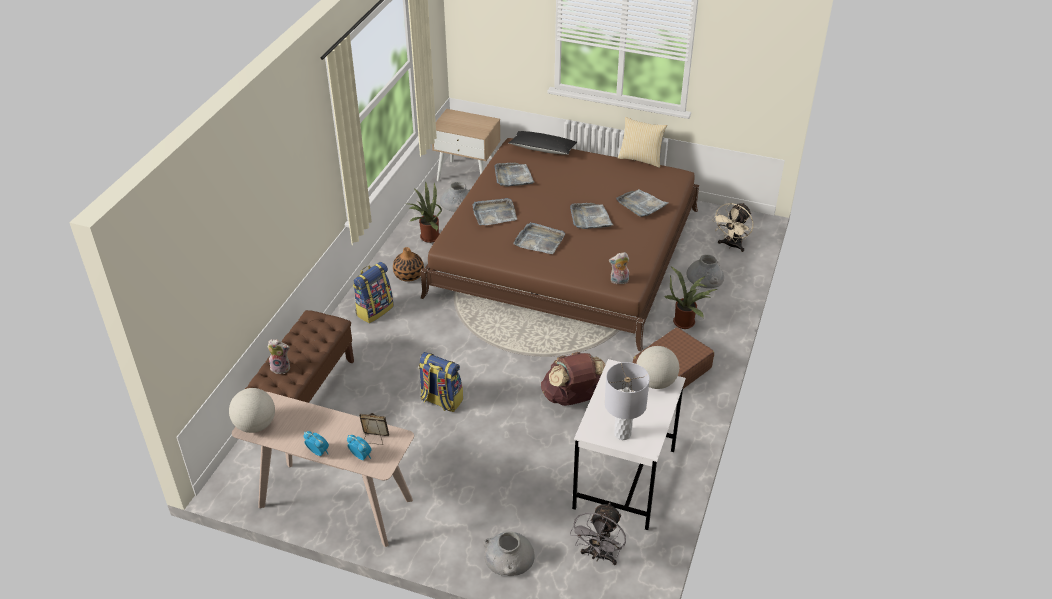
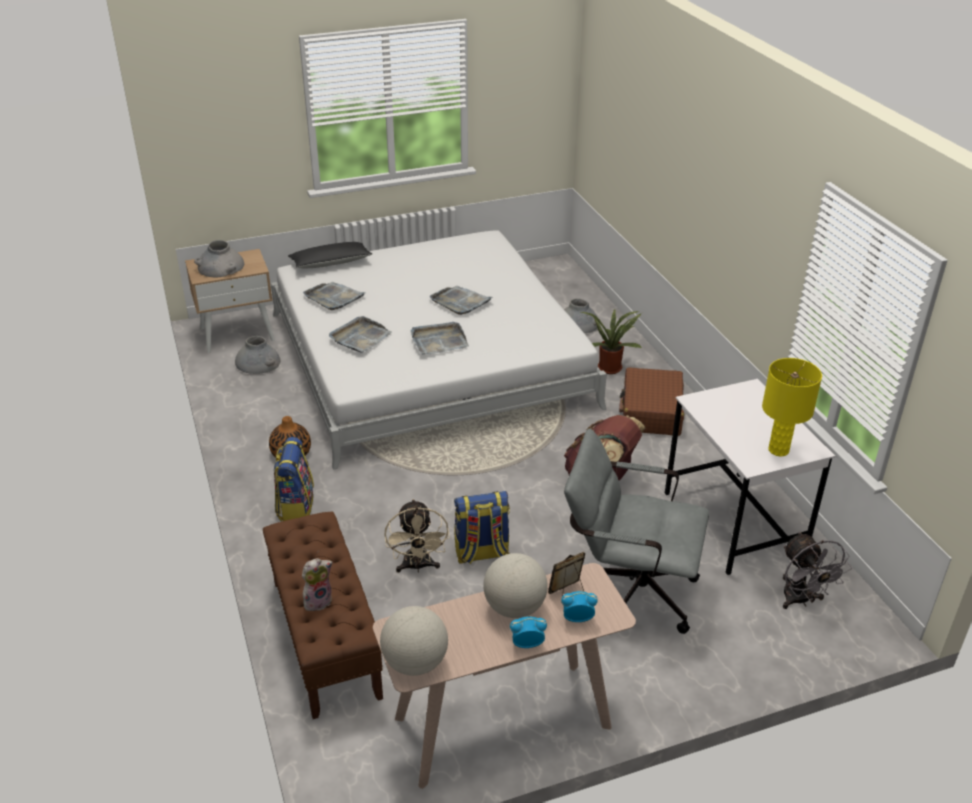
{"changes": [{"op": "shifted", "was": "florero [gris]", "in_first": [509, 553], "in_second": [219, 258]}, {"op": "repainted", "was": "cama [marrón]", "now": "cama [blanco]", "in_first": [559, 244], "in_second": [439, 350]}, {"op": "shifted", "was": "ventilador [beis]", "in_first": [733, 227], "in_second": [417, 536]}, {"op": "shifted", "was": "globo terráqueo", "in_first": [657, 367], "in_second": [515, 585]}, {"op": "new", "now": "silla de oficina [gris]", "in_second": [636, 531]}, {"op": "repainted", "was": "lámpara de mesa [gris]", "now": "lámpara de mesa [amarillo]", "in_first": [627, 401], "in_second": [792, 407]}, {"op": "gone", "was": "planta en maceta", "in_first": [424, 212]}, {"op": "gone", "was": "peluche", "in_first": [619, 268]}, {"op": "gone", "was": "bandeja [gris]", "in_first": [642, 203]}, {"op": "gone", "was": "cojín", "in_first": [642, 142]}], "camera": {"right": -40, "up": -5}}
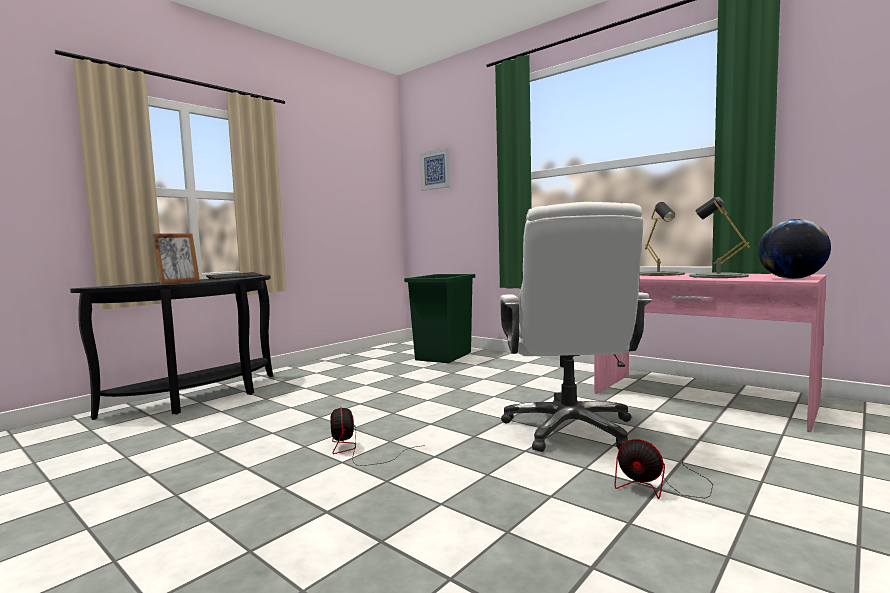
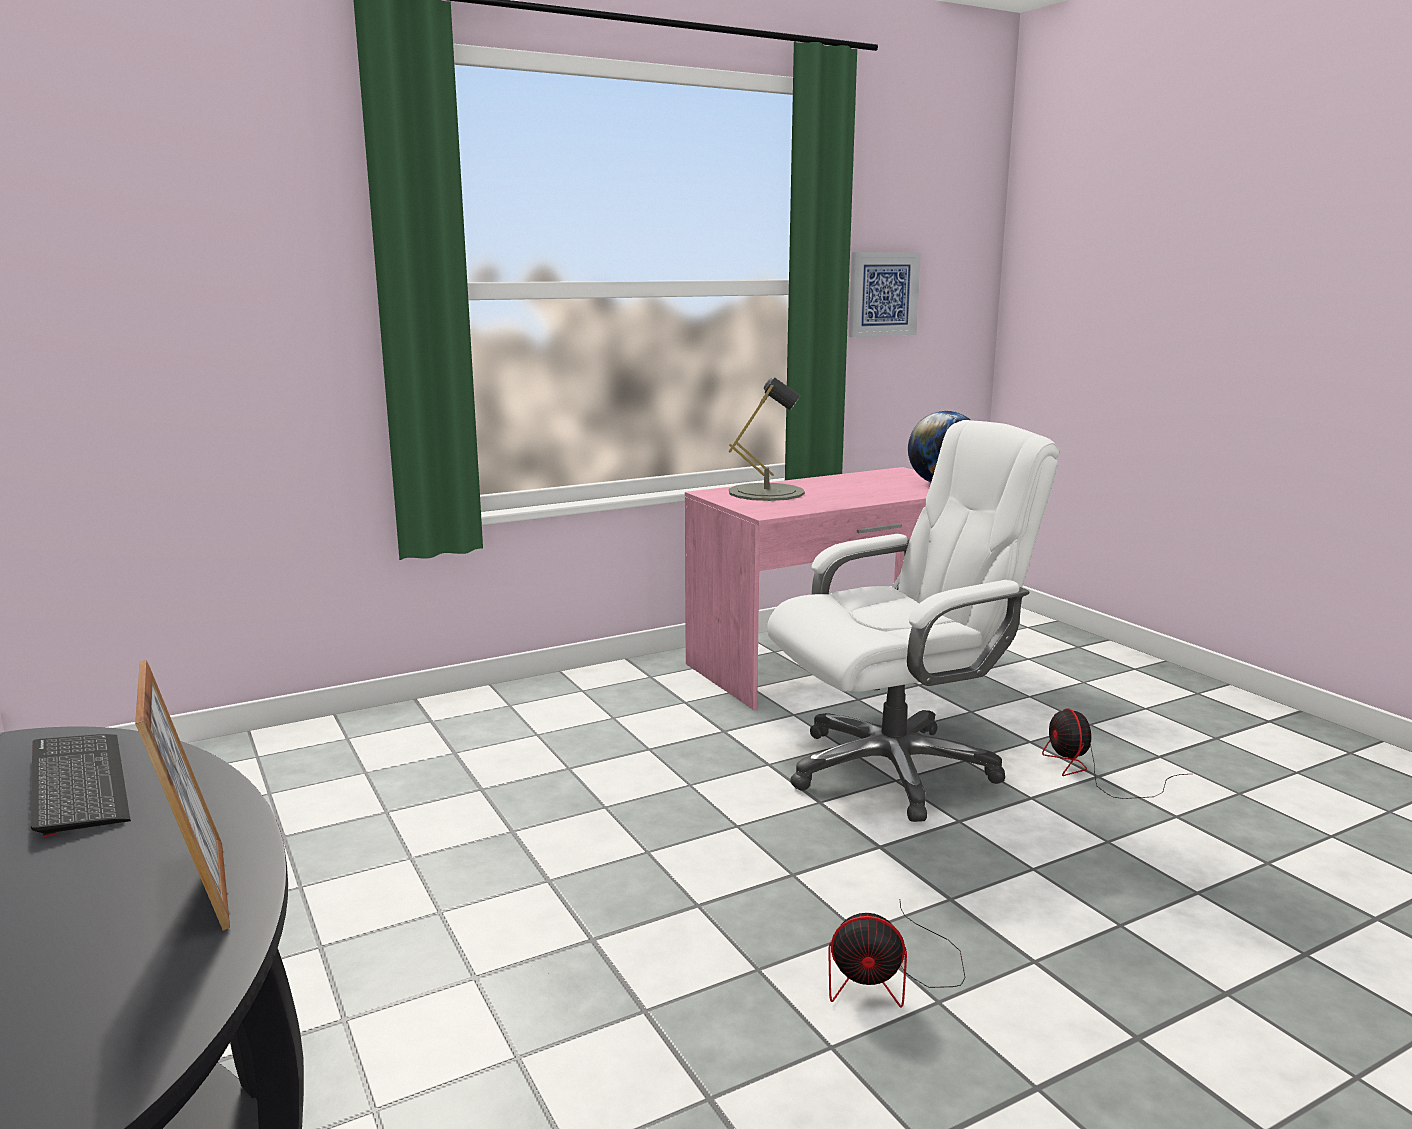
{"changes": [{"op": "rotated", "was": "silla de oficina [blanco]", "in_first": [576, 327], "in_second": [913, 621], "clockwise": -45}, {"op": "shifted", "was": "cuadro", "in_first": [435, 169], "in_second": [885, 294]}, {"op": "rotated", "was": "ventilador", "in_first": [664, 469], "in_second": [1114, 754], "clockwise": 120}, {"op": "gone", "was": "papelera [verde]", "in_first": [439, 318]}, {"op": "gone", "was": "lámpara de mesa [gris]", "in_first": [719, 237]}], "camera": {"right": -70, "up": 10}}
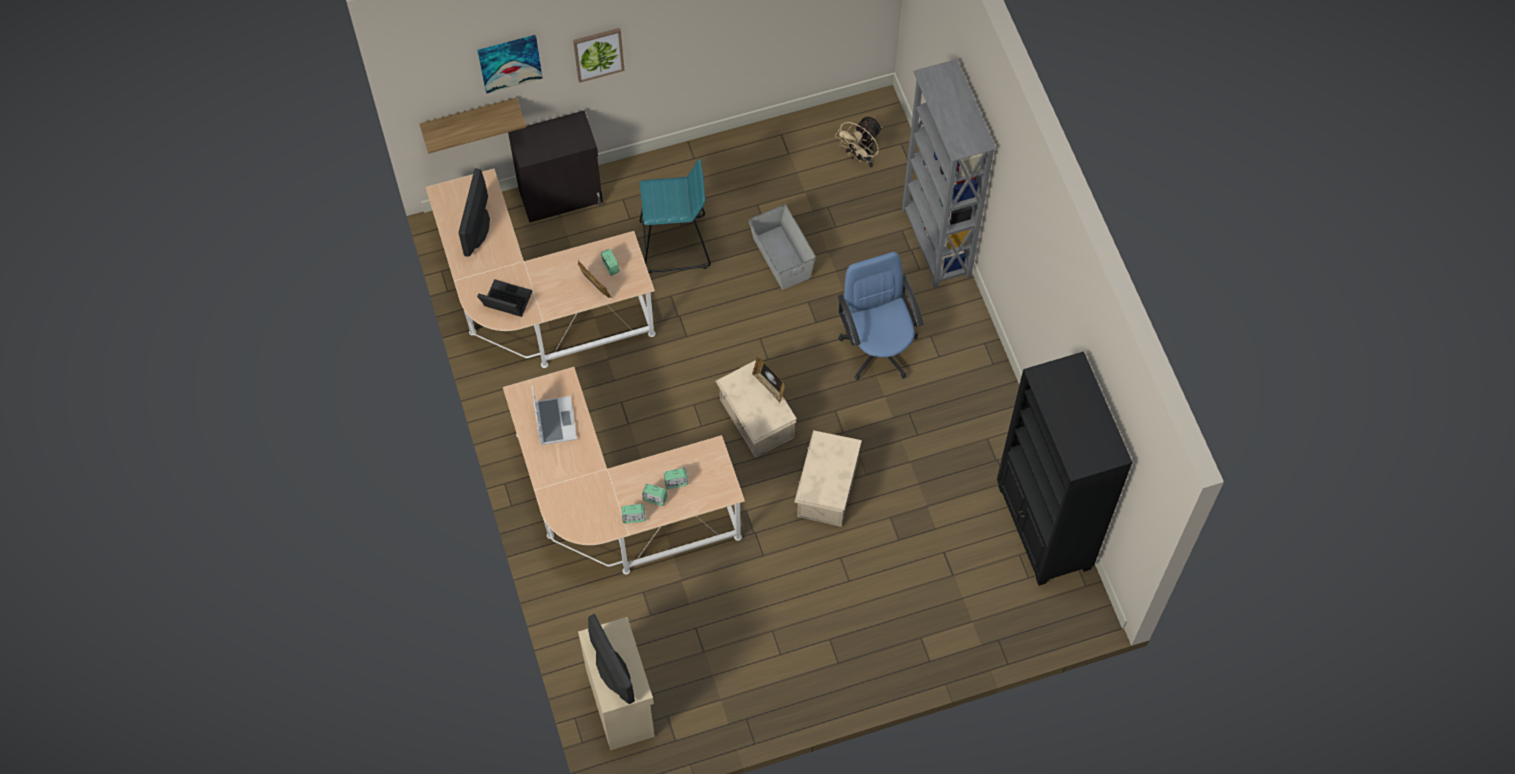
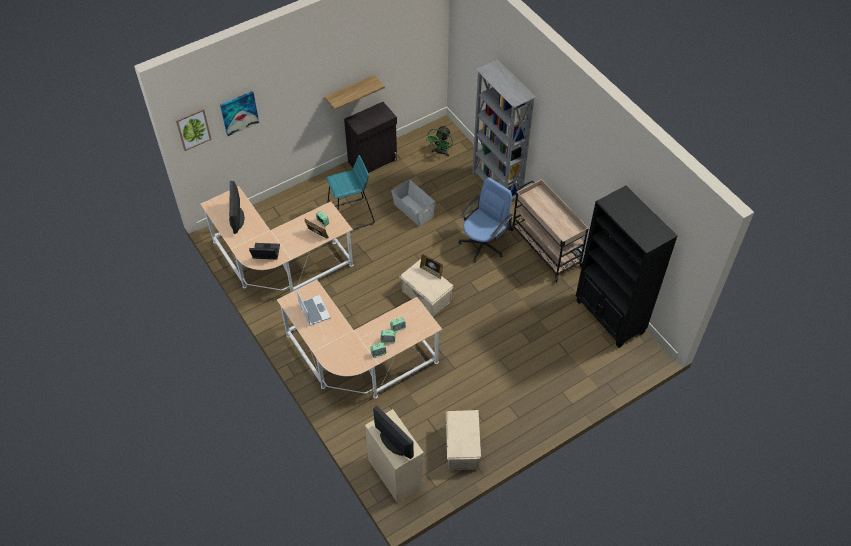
{"changes": [{"op": "shifted", "was": "cuadro", "in_first": [599, 55], "in_second": [194, 129]}, {"op": "shifted", "was": "estante", "in_first": [473, 126], "in_second": [354, 92]}, {"op": "shifted", "was": "armario [negro]", "in_first": [555, 167], "in_second": [370, 137]}, {"op": "repainted", "was": "ventilador [beis]", "now": "ventilador [verde]", "in_first": [858, 141], "in_second": [440, 141]}, {"op": "shifted", "was": "caja de almacenaje [beis]", "in_first": [828, 478], "in_second": [463, 440]}, {"op": "rotated", "was": "silla de oficina [azul]", "in_first": [880, 316], "in_second": [485, 220], "clockwise": 75}, {"op": "new", "now": "carrito [beis]", "in_second": [549, 230]}], "camera": {"right": -15, "up": -10}}
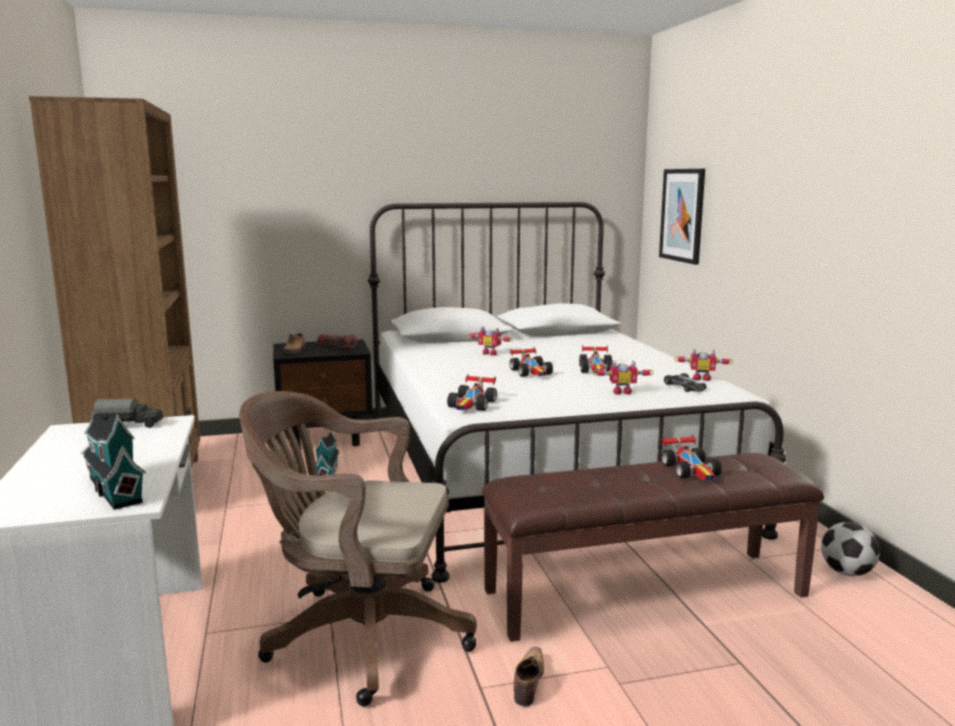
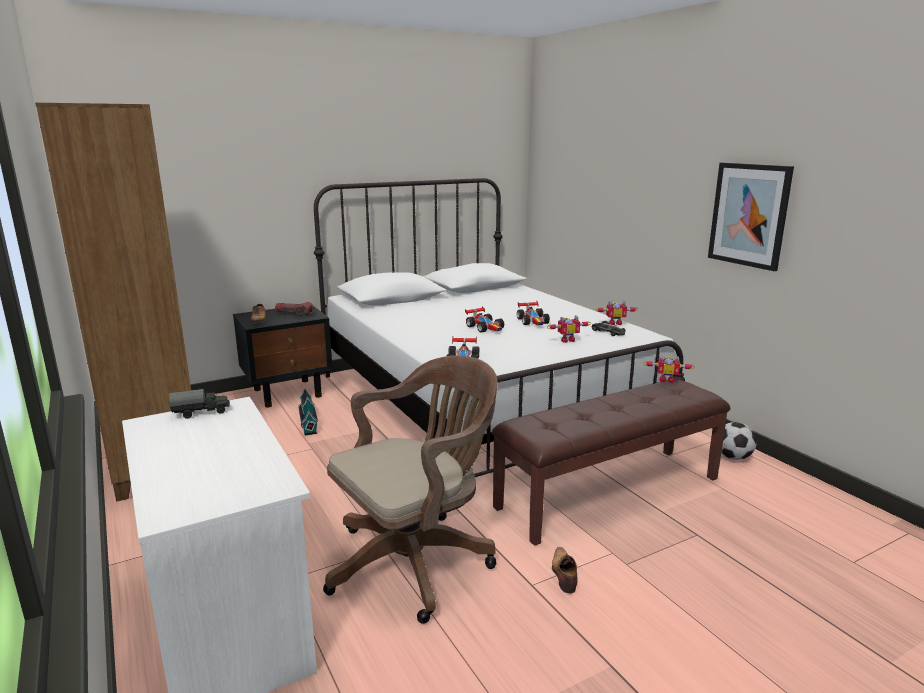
{"changes": [{"op": "rotated", "was": "silla de oficina [marrón]", "in_first": [358, 548], "in_second": [410, 490], "clockwise": 150}, {"op": "shifted", "was": "robot de juguete", "in_first": [490, 341], "in_second": [669, 369]}, {"op": "shifted", "was": "cuadro", "in_first": [682, 217], "in_second": [751, 216]}, {"op": "gone", "was": "casita", "in_first": [113, 461]}, {"op": "gone", "was": "coche de juguete", "in_first": [691, 457]}], "camera": {"right": -15, "up": 5}}
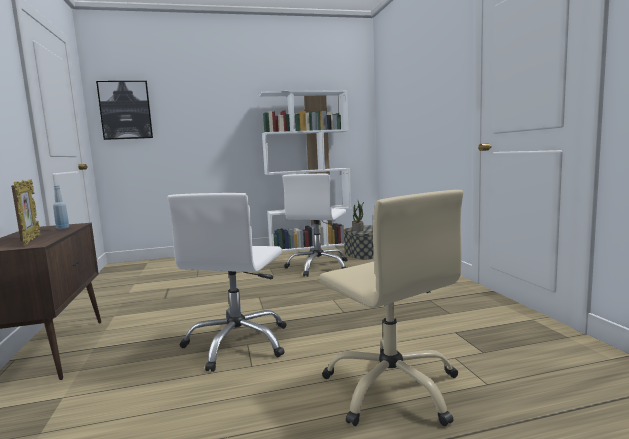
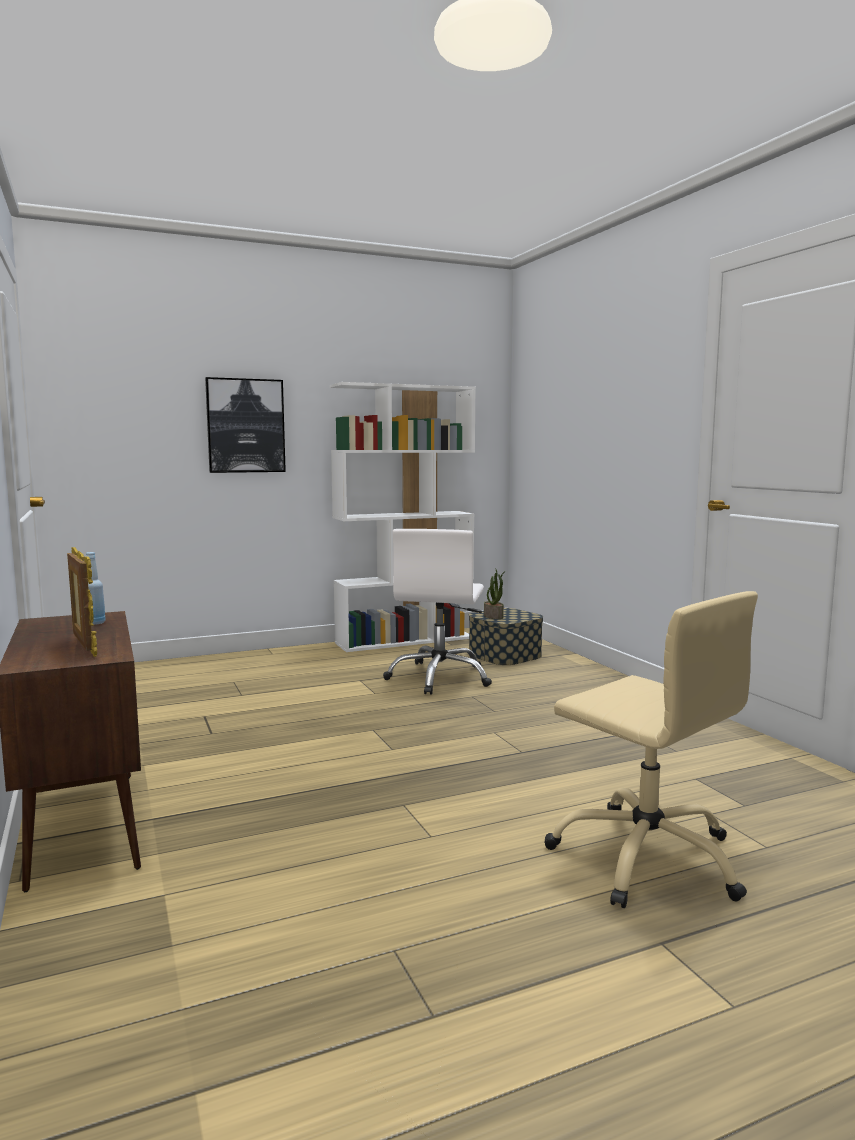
{"changes": [{"op": "shifted", "was": "cuadro", "in_first": [124, 110], "in_second": [245, 425]}, {"op": "gone", "was": "silla de oficina [blanco]", "in_first": [227, 282]}], "camera": {"right": -10, "up": 0}}
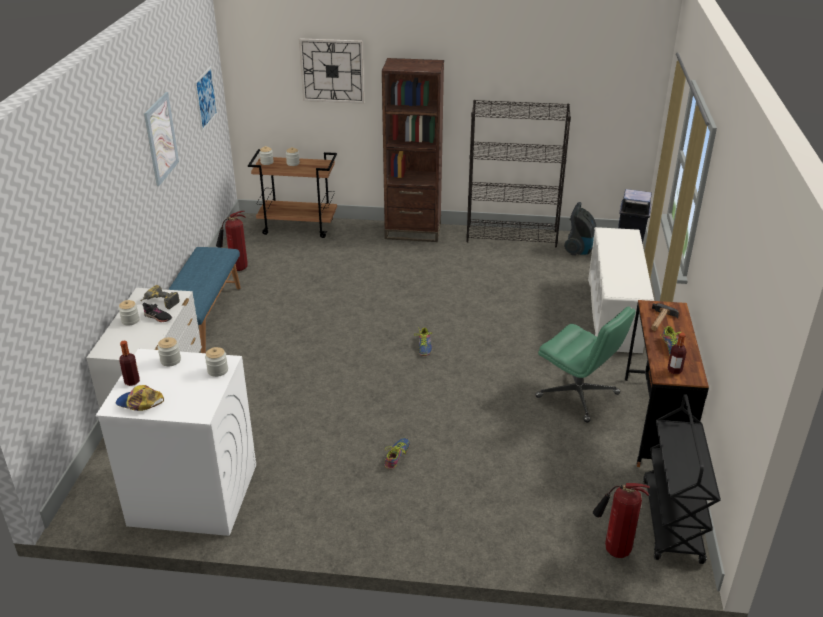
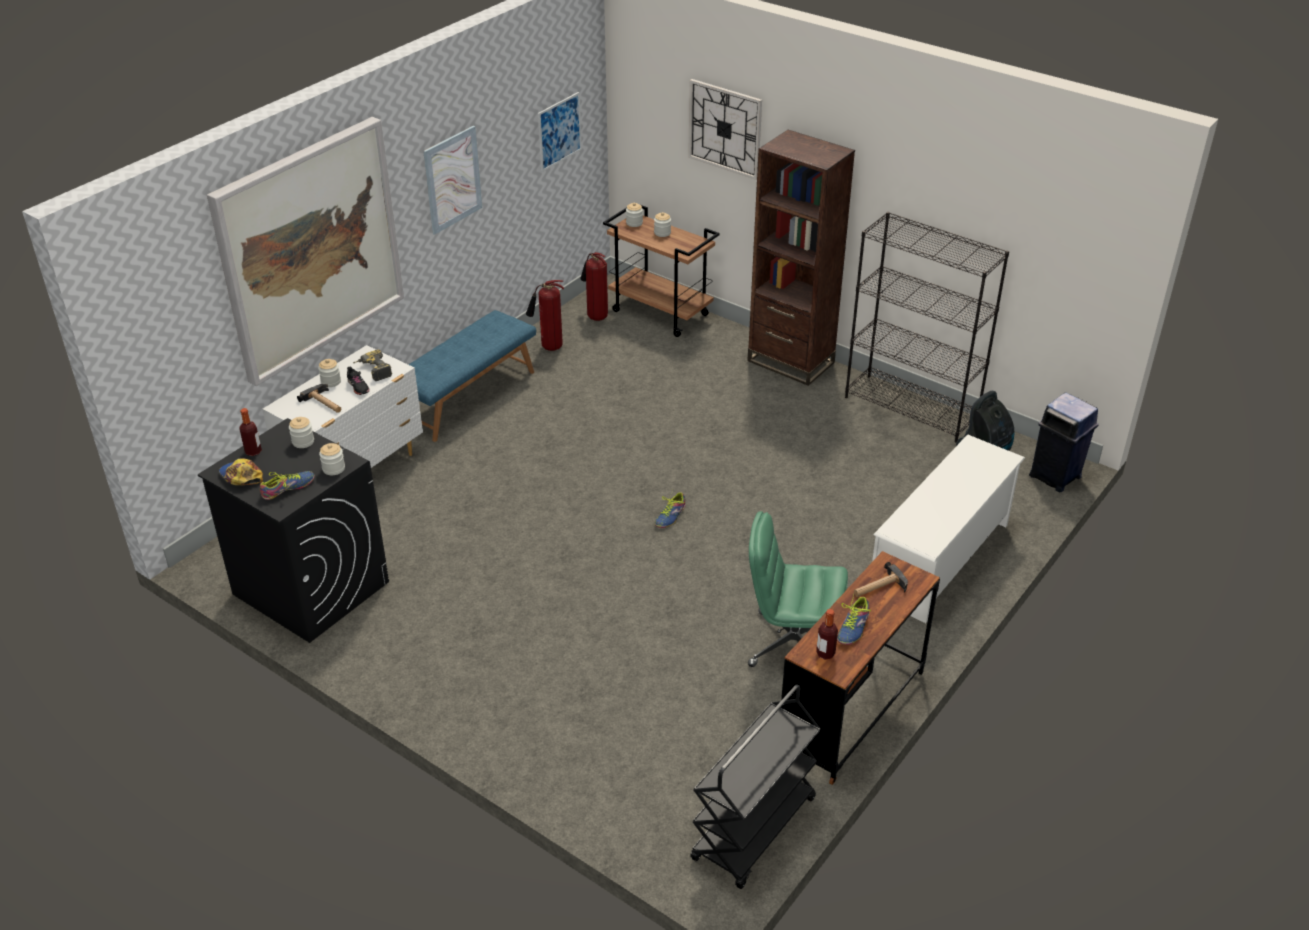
{"changes": [{"op": "repainted", "was": "lavadora [blanco]", "now": "lavadora [negro]", "in_first": [176, 442], "in_second": [293, 530]}, {"op": "new", "now": "cuadro", "in_second": [305, 251]}, {"op": "shifted", "was": "zapato", "in_first": [397, 453], "in_second": [287, 485]}, {"op": "new", "now": "martillo", "in_second": [319, 398]}, {"op": "shifted", "was": "extintor", "in_first": [621, 520], "in_second": [594, 286]}, {"op": "rotated", "was": "silla de oficina [verde]", "in_first": [585, 364], "in_second": [798, 589], "clockwise": 120}], "camera": {"right": 30, "up": 5}}
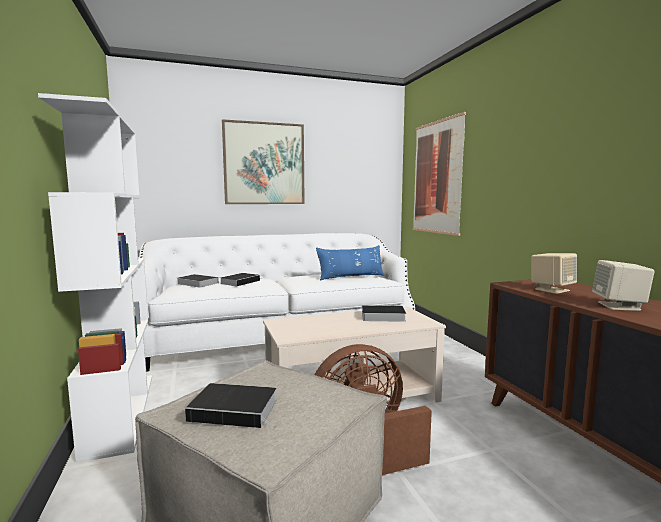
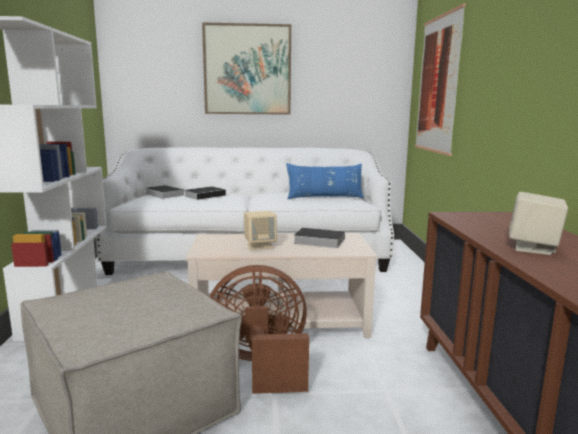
{"changes": [{"op": "shifted", "was": "altavoz [beis]", "in_first": [554, 273], "in_second": [260, 230]}, {"op": "gone", "was": "libro", "in_first": [231, 405]}], "camera": {"right": 15, "up": 5}}
